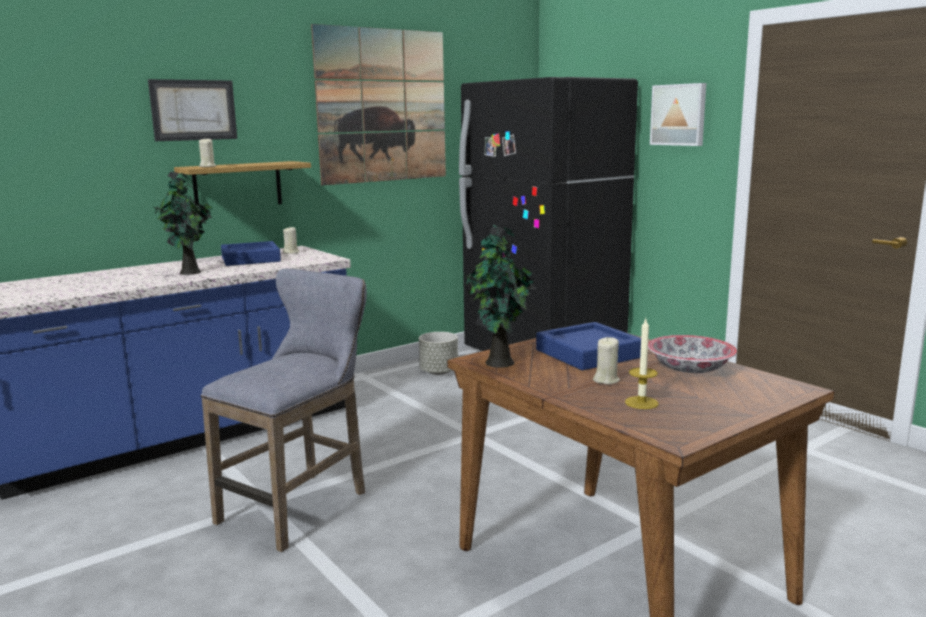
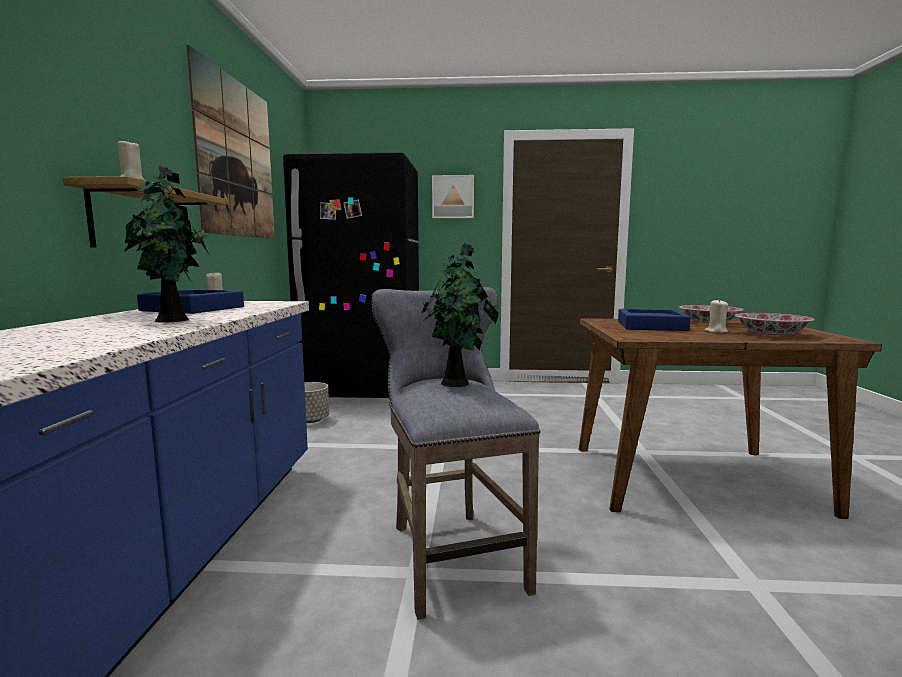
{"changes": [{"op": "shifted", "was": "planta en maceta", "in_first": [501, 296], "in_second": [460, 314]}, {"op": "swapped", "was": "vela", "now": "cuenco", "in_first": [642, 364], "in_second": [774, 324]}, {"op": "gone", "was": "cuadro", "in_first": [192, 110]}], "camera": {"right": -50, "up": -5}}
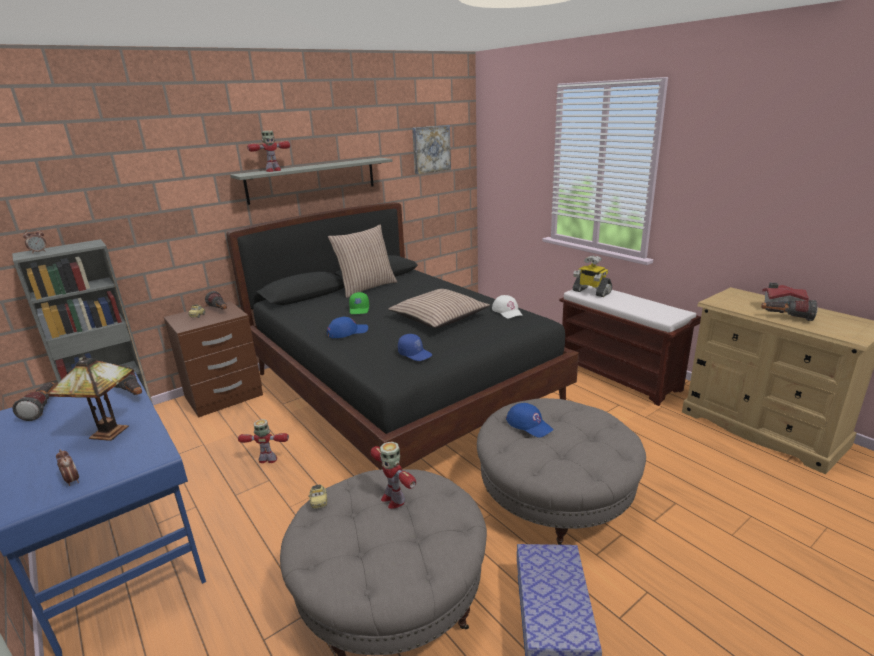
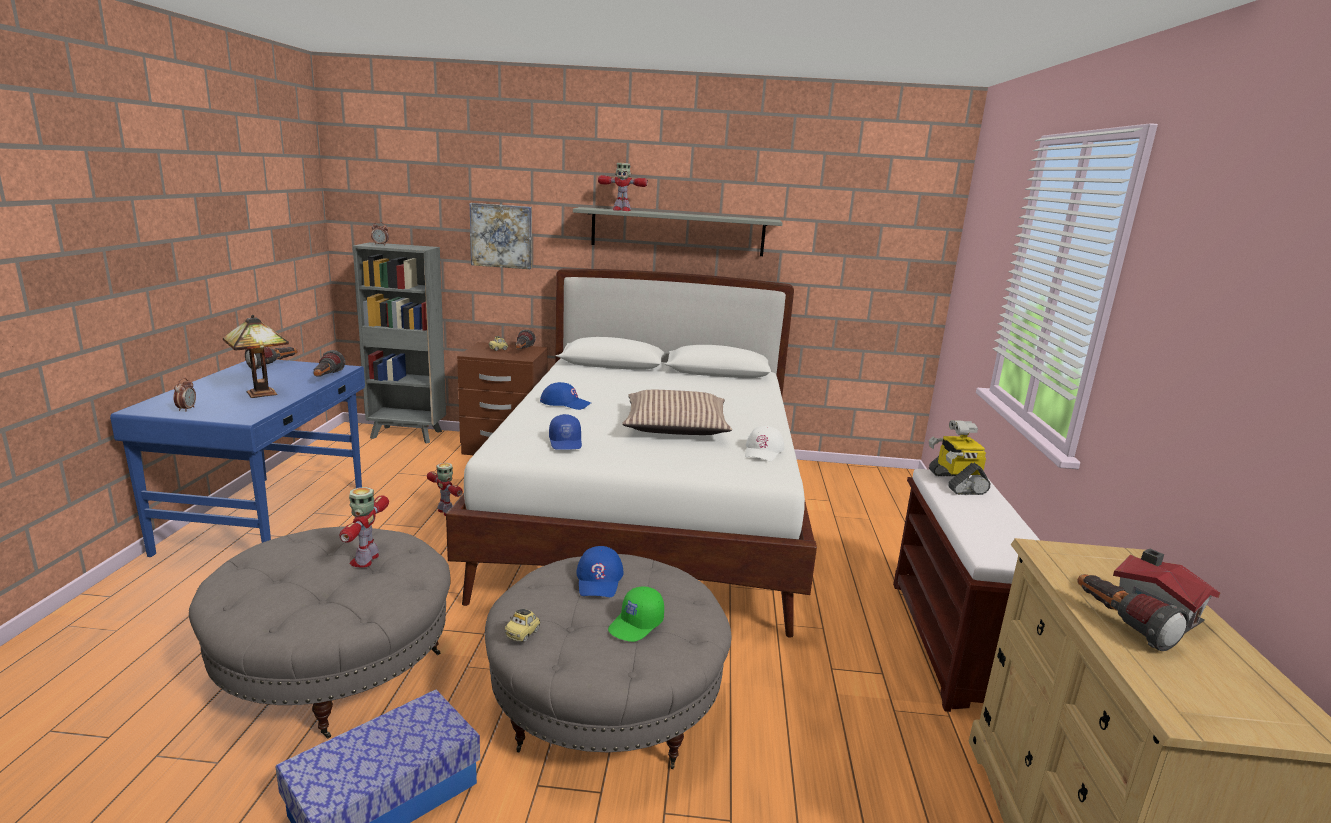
{"changes": [{"op": "repainted", "was": "cama [negro]", "now": "cama [blanco]", "in_first": [402, 336], "in_second": [631, 453]}, {"op": "shifted", "was": "cuadro", "in_first": [431, 149], "in_second": [501, 236]}, {"op": "shifted", "was": "coche de juguete", "in_first": [318, 497], "in_second": [522, 625]}, {"op": "shifted", "was": "gorra [verde]", "in_first": [359, 303], "in_second": [636, 614]}, {"op": "gone", "was": "cojín", "in_first": [362, 261]}], "camera": {"right": 40, "up": -5}}
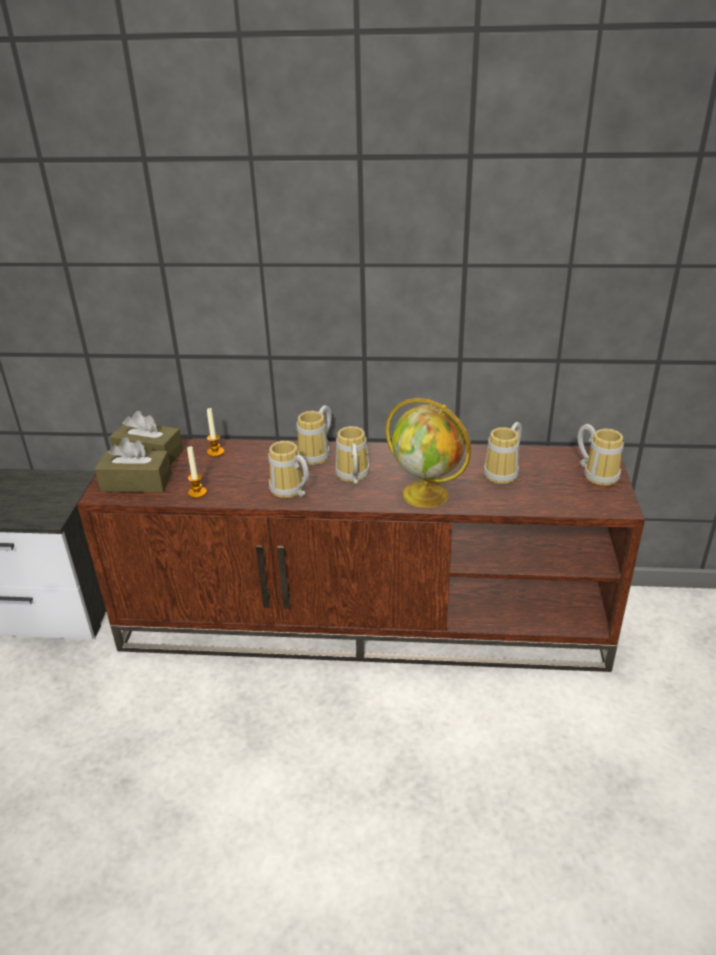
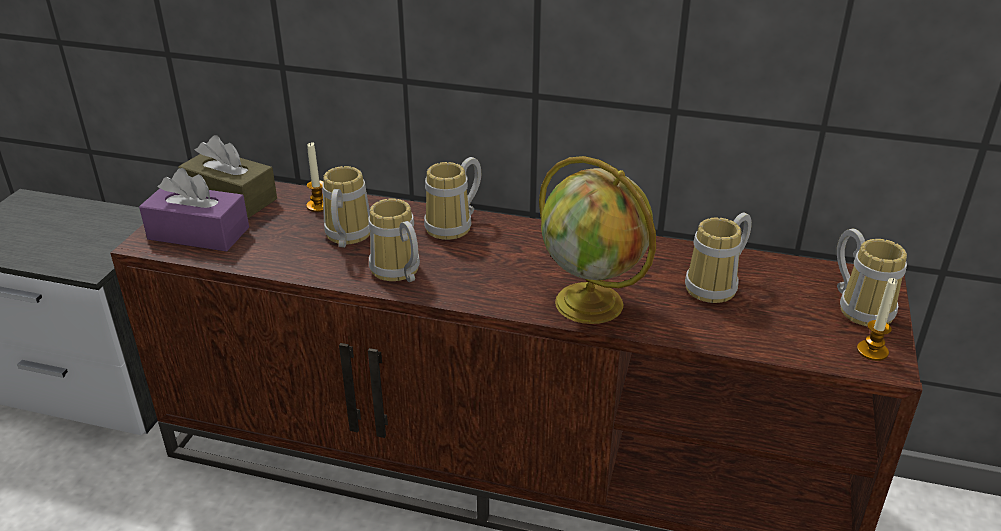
{"changes": [{"op": "repainted", "was": "caja de pañuelos [marrón]", "now": "caja de pañuelos [morado]", "in_first": [133, 465], "in_second": [194, 210]}, {"op": "shifted", "was": "taza grande", "in_first": [352, 455], "in_second": [346, 206]}, {"op": "shifted", "was": "vela", "in_first": [197, 472], "in_second": [877, 319]}], "camera": {"right": 10, "up": 0}}
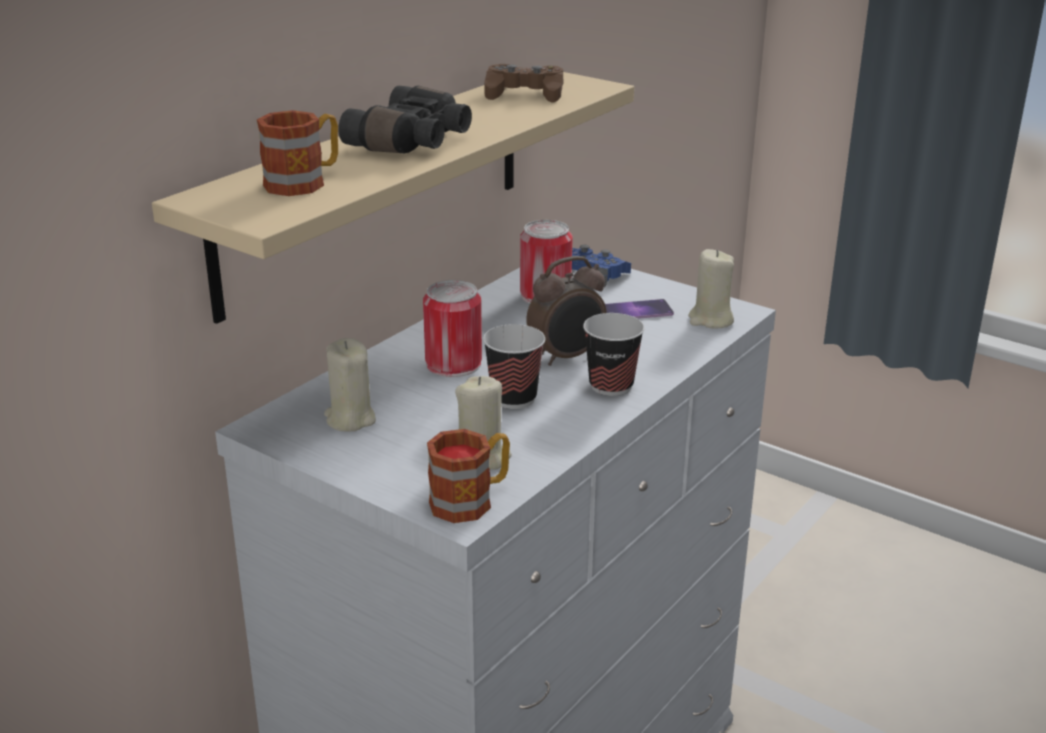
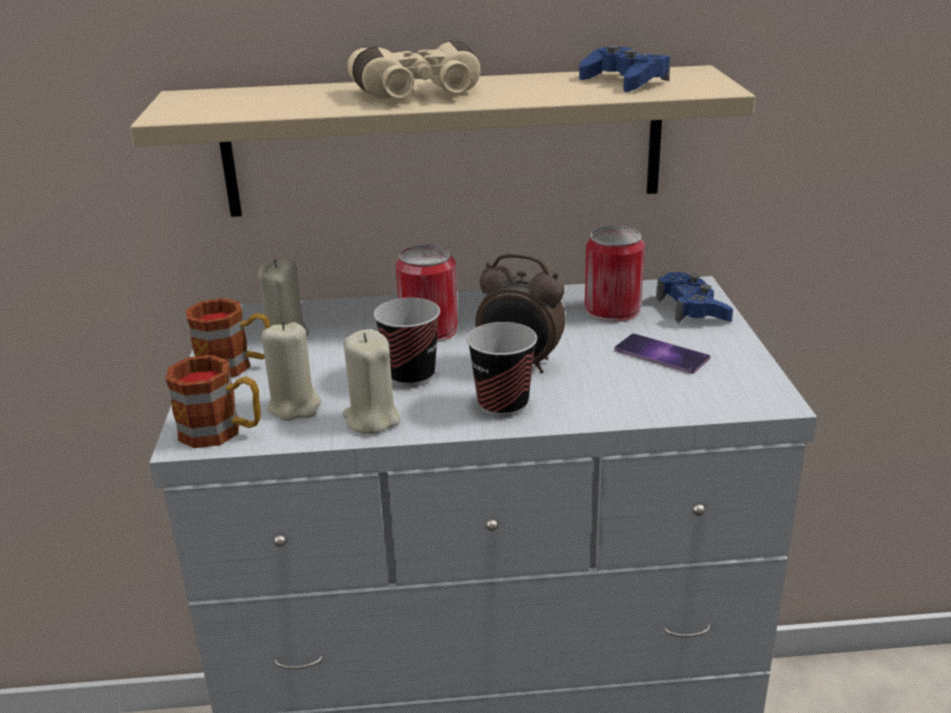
{"changes": [{"op": "shifted", "was": "taza grande", "in_first": [297, 153], "in_second": [227, 337]}, {"op": "shifted", "was": "vela [beis]", "in_first": [711, 289], "in_second": [372, 381]}, {"op": "repainted", "was": "prismáticos [negro]", "now": "prismáticos [beis]", "in_first": [405, 119], "in_second": [414, 70]}, {"op": "repainted", "was": "mando de consola [marrón]", "now": "mando de consola [azul]", "in_first": [523, 83], "in_second": [624, 68]}], "camera": {"right": 50, "up": 0}}
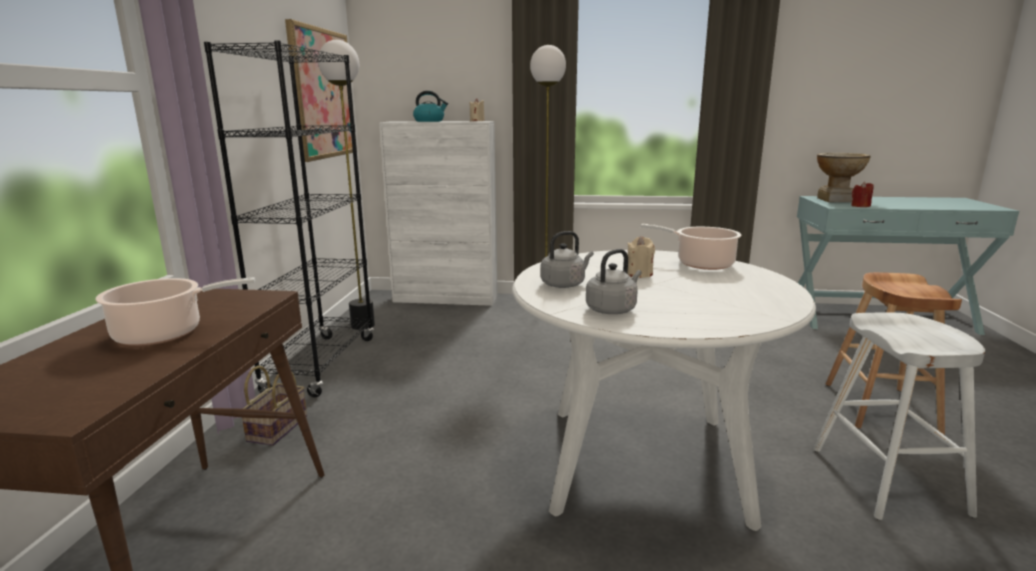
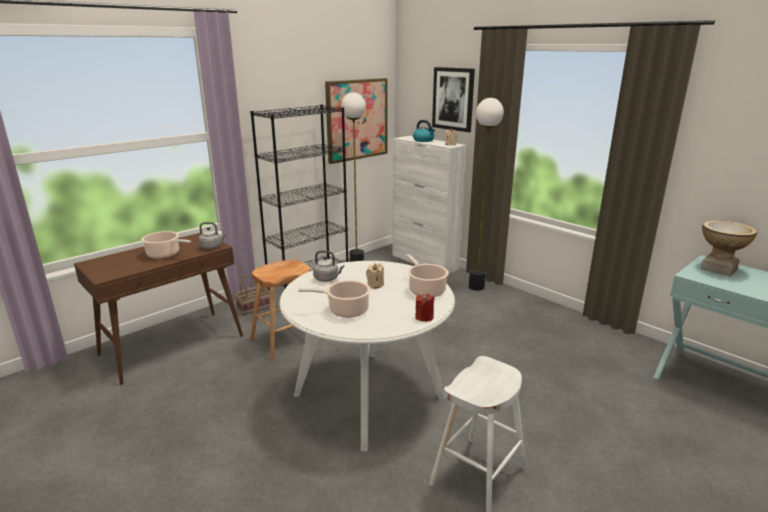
{"changes": [{"op": "shifted", "was": "hervidor [gris]", "in_first": [614, 281], "in_second": [212, 235]}, {"op": "shifted", "was": "taburete [marrón]", "in_first": [894, 353], "in_second": [285, 310]}, {"op": "new", "now": "olla", "in_second": [334, 299]}, {"op": "shifted", "was": "vela [rojo]", "in_first": [862, 194], "in_second": [424, 307]}, {"op": "new", "now": "cuadro", "in_second": [453, 99]}], "camera": {"right": 40, "up": 5}}
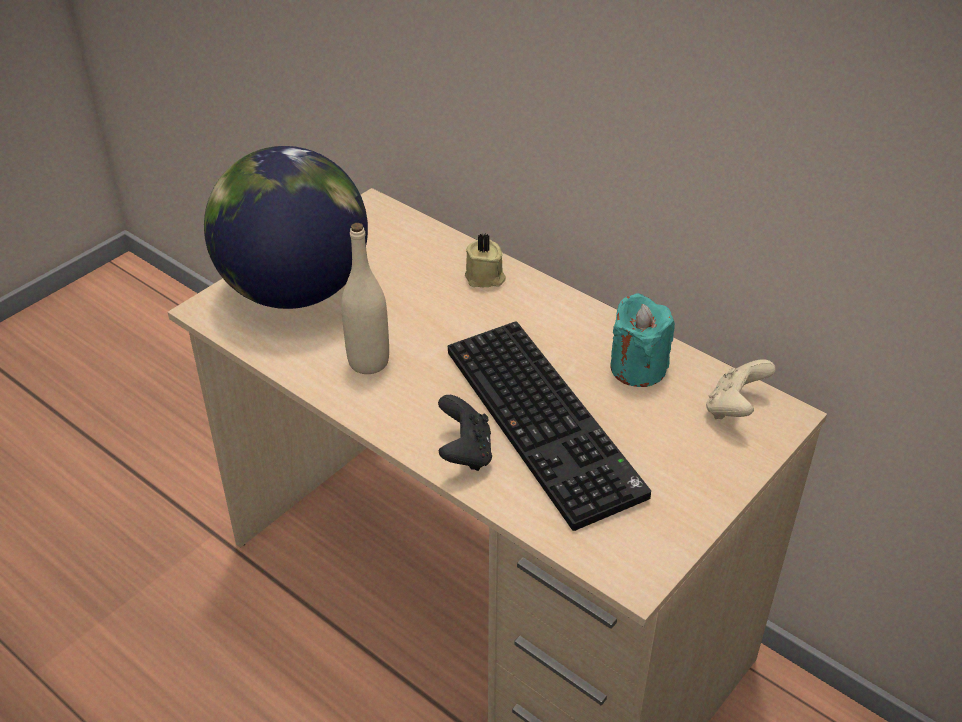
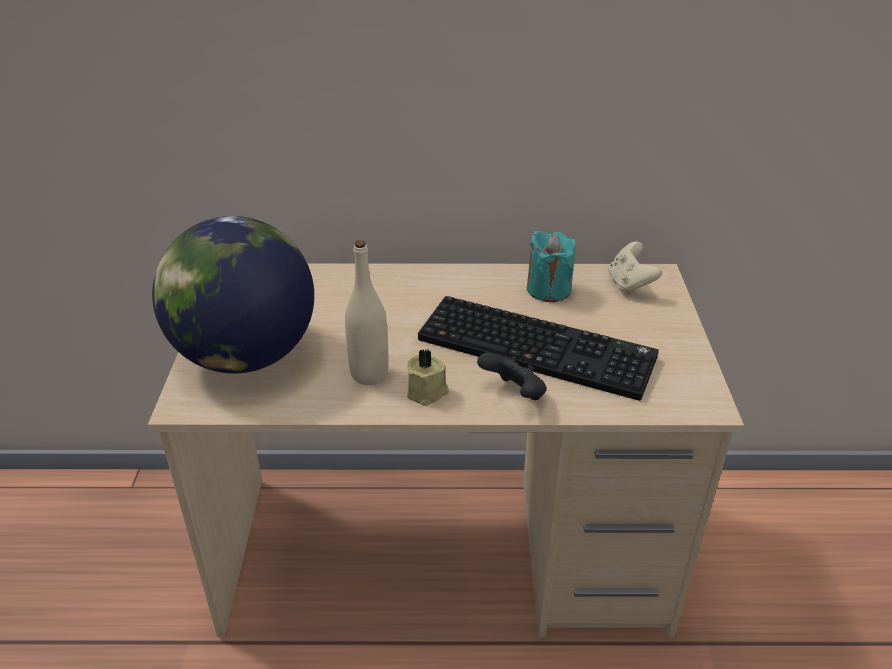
{"changes": [{"op": "shifted", "was": "vela [beis]", "in_first": [485, 260], "in_second": [428, 377]}], "camera": {"right": -40, "up": -5}}
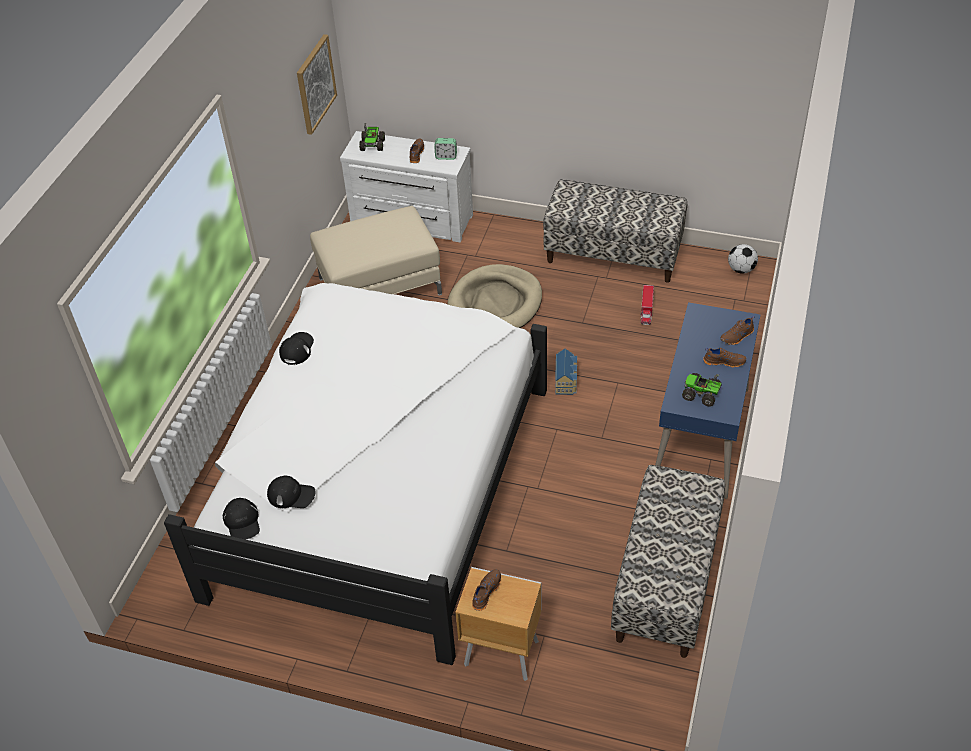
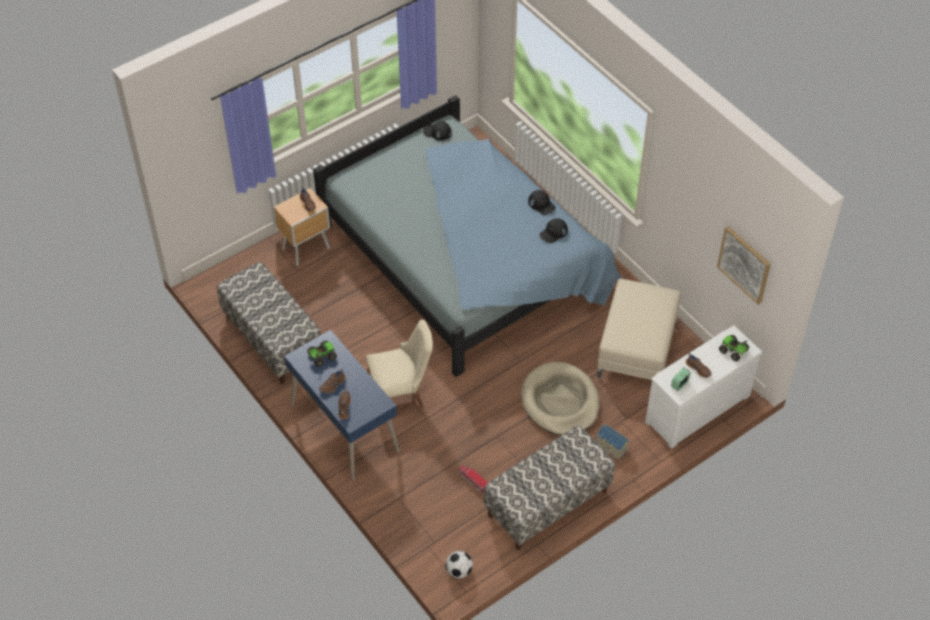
{"changes": [{"op": "repainted", "was": "cama [blanco]", "now": "cama [azul]", "in_first": [355, 474], "in_second": [467, 236]}, {"op": "new", "now": "silla [beis]", "in_second": [399, 363]}, {"op": "shifted", "was": "gorra [negro]", "in_first": [291, 492], "in_second": [553, 230]}, {"op": "shifted", "was": "casita", "in_first": [566, 372], "in_second": [613, 442]}], "camera": {"right": 125, "up": 5}}
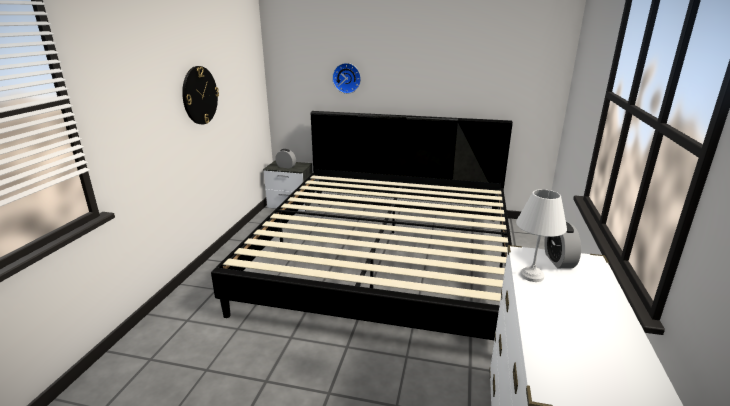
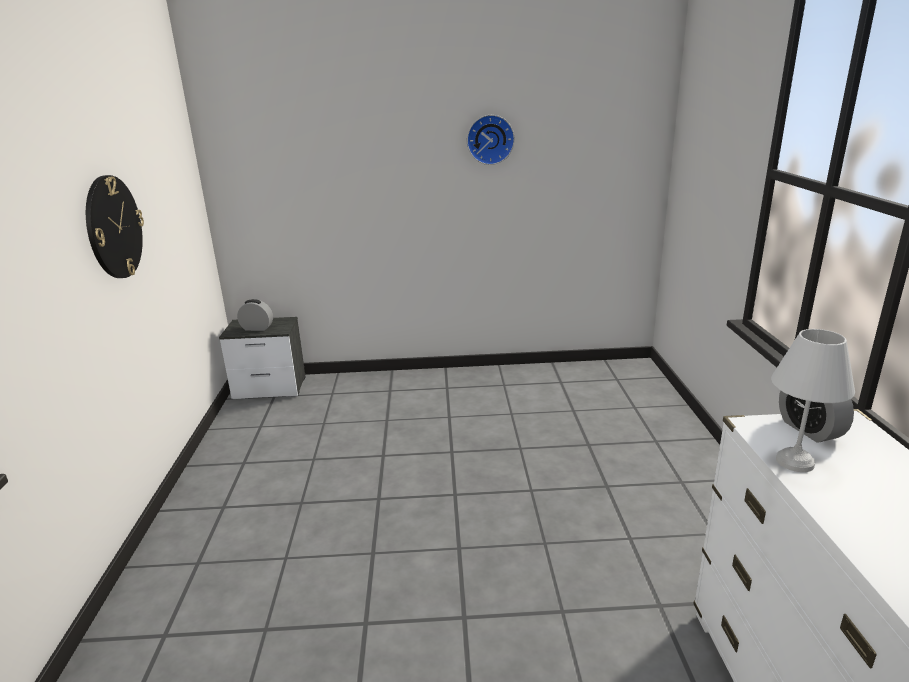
{"changes": [{"op": "shifted", "was": "reloj de pared", "in_first": [346, 78], "in_second": [491, 140]}, {"op": "gone", "was": "cama", "in_first": [362, 225]}], "camera": {"right": -15, "up": 0}}
